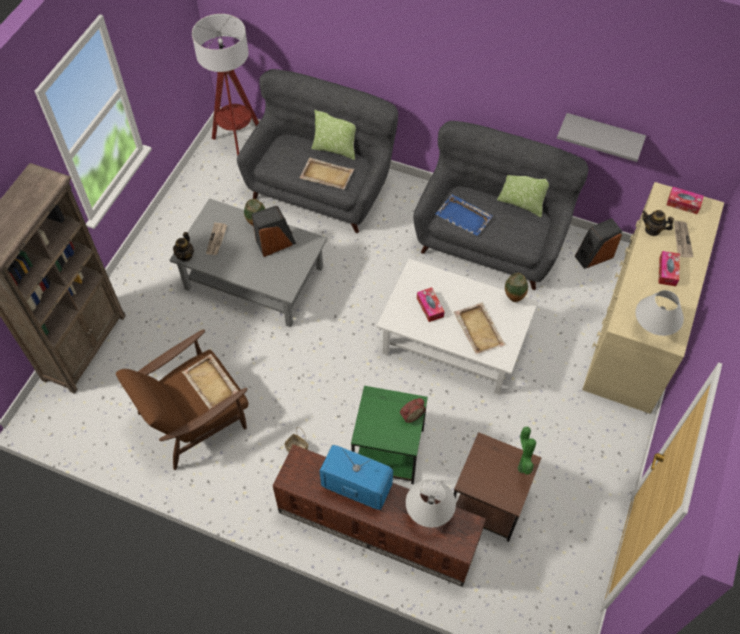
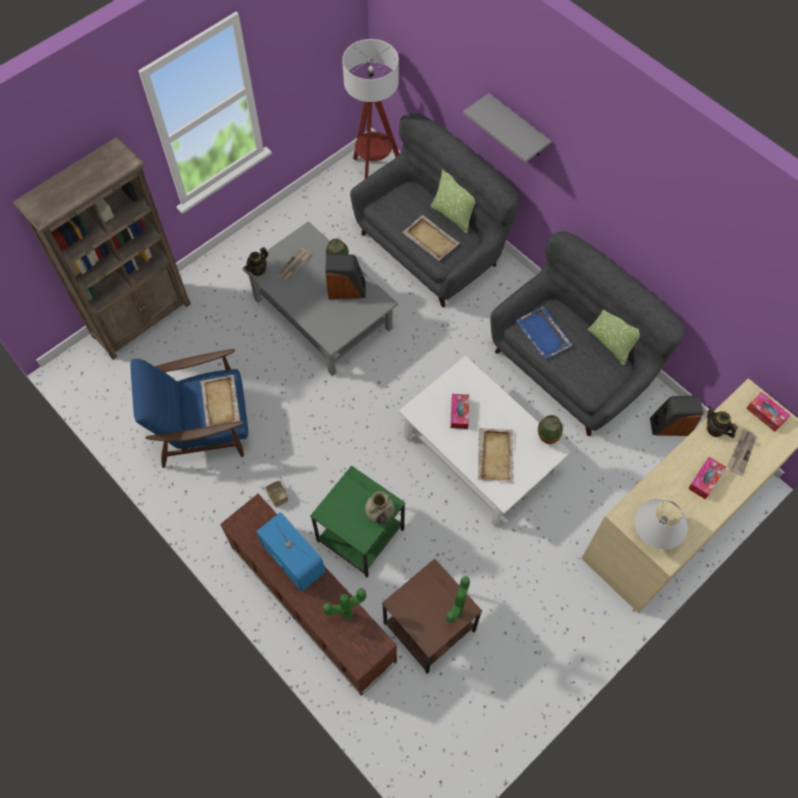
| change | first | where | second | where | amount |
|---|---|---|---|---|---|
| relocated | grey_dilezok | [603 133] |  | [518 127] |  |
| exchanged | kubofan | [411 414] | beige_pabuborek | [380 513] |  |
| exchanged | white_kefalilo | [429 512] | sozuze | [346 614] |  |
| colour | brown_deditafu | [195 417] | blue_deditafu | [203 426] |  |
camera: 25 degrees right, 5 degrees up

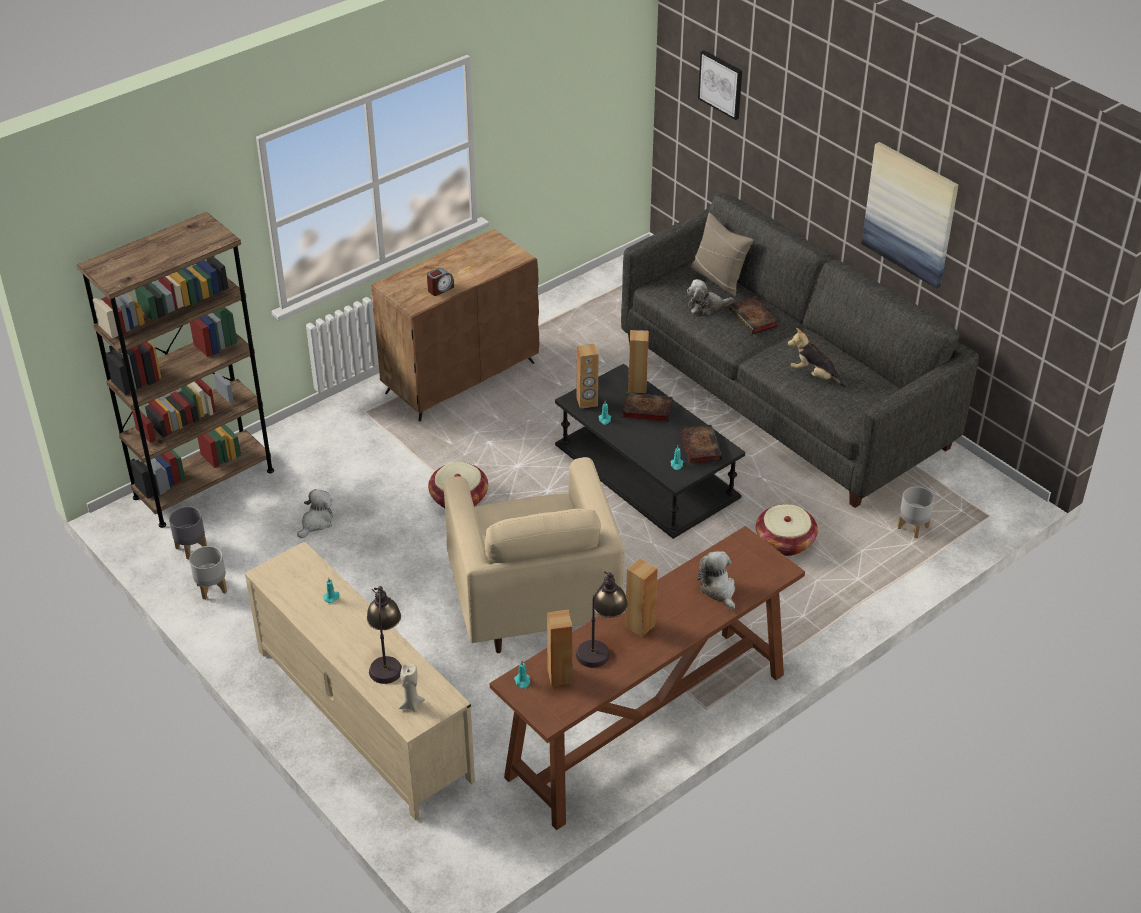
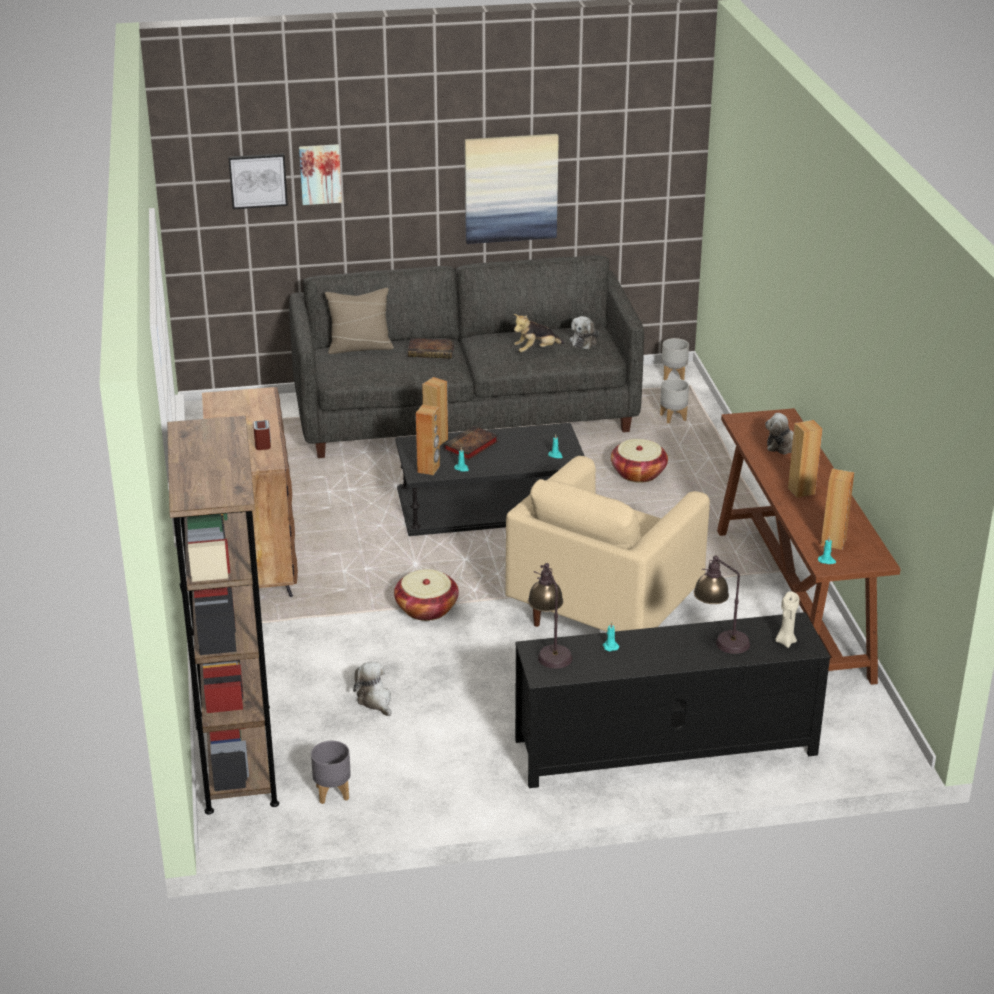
| change | first | where | second | where | amount |
|---|---|---|---|---|---|
| missing | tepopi | [699 446] |  |  |  |
| appeared |  |  | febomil | [320 173] |  |
| relocated | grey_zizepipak | [212 588] |  | [674 376] |  |
| relocated | kefalilo | [601 647] |  | [549 650] |  |
| relocated | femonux | [706 306] |  | [584 341] |  |
| colour | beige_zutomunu | [362 713] | black_zutomunu | [664 747] |  |
| spun | beige_deditafu | [533 604] |  | [604 612] | 105 degrees clockwise |
camera: 60 degrees left, 10 degrees down

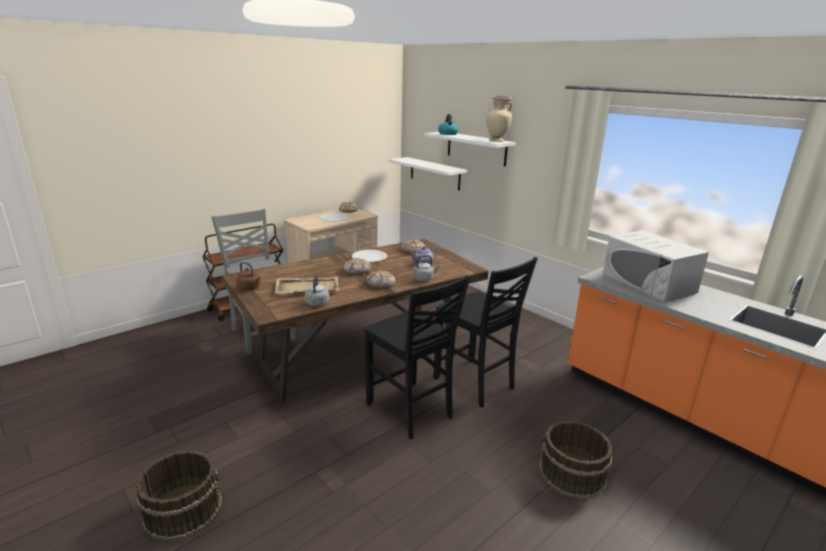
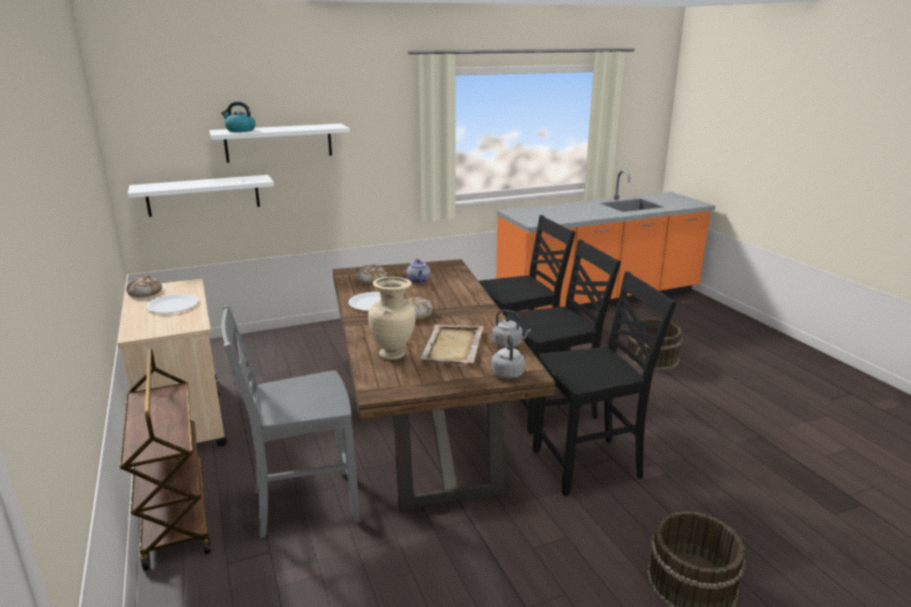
| change | first | where | second | where | amount |
|---|---|---|---|---|---|
| missing | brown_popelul | [250 288] |  |  |  |
| missing | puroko | [381 283] |  |  |  |
| missing | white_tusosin | [648 283] |  |  |  |
| appeared |  |  | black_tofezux | [589 465] |  |
| relocated | grey_popelul | [424 279] |  | [507 373] |  |
| relocated | beige_pabuborek | [496 141] |  | [393 355] |  |
camera: 70 degrees left, 0 degrees up

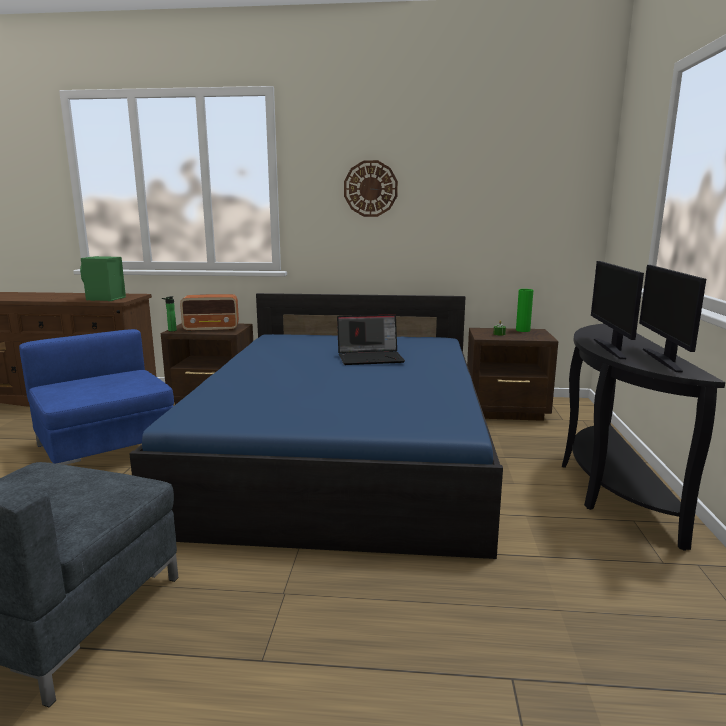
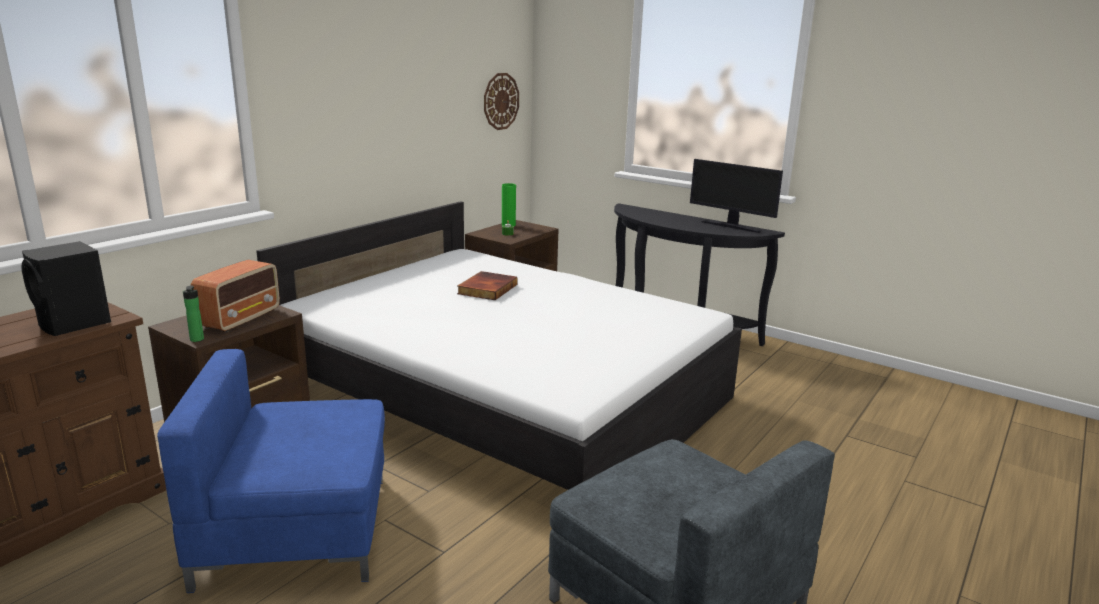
| change | first | where | second | where | amount |
|---|---|---|---|---|---|
| missing | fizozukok | [611 349] |  |  |  |
| relocated | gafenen | [370 188] |  | [501 101] |  |
| exchanged | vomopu | [371 358] | tepopi | [486 289] |  |
| colour | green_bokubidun | [105 299] | black_bokubidun | [74 324] |  |
| colour | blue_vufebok | [342 451] | white_vufebok | [504 394] |  |
camera: 60 degrees left, 5 degrees up

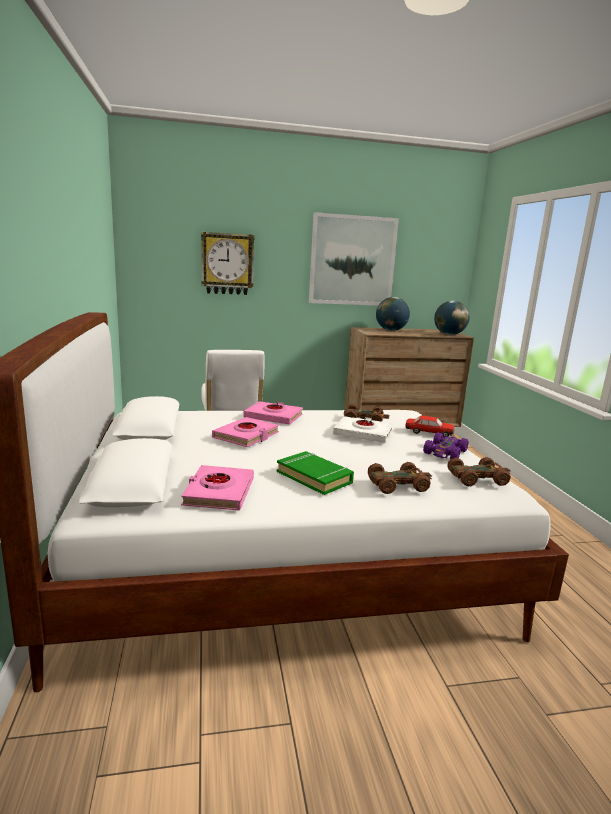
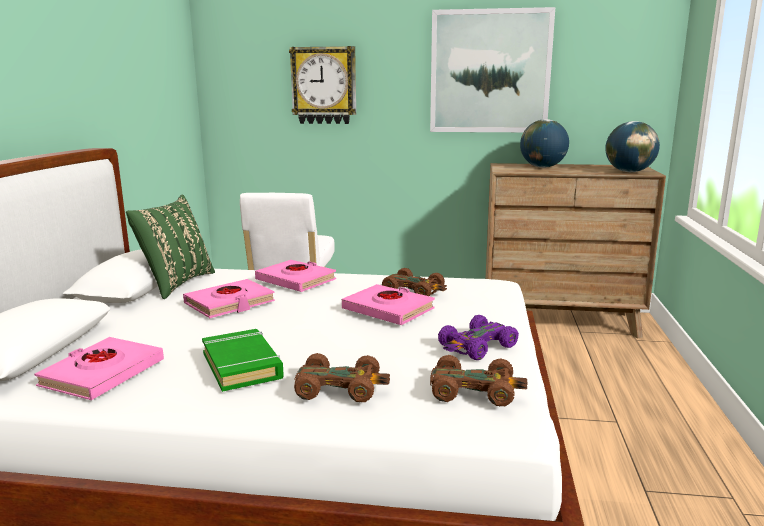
| change | first | where | second | where | amount |
|---|---|---|---|---|---|
| missing | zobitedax | [428 433] |  |  |  |
| appeared |  |  | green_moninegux | [176 284] |  |
| colour | white_tepopi | [363 433] | pink_tepopi | [388 310] |  |
camera: 20 degrees right, 0 degrees up

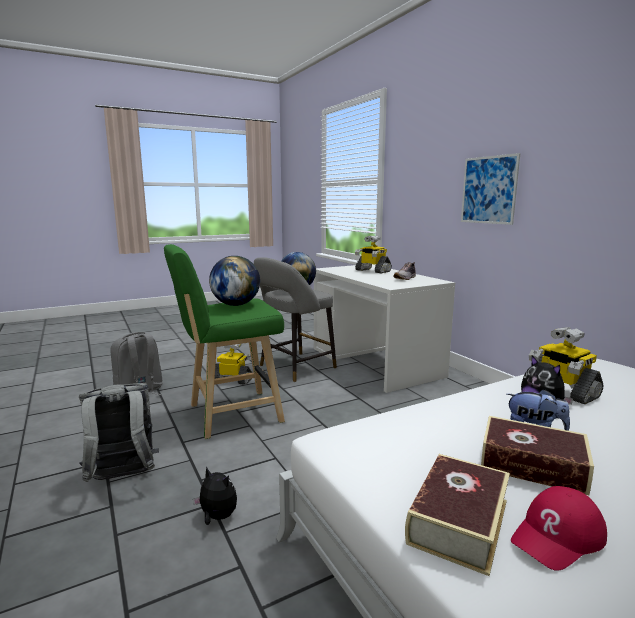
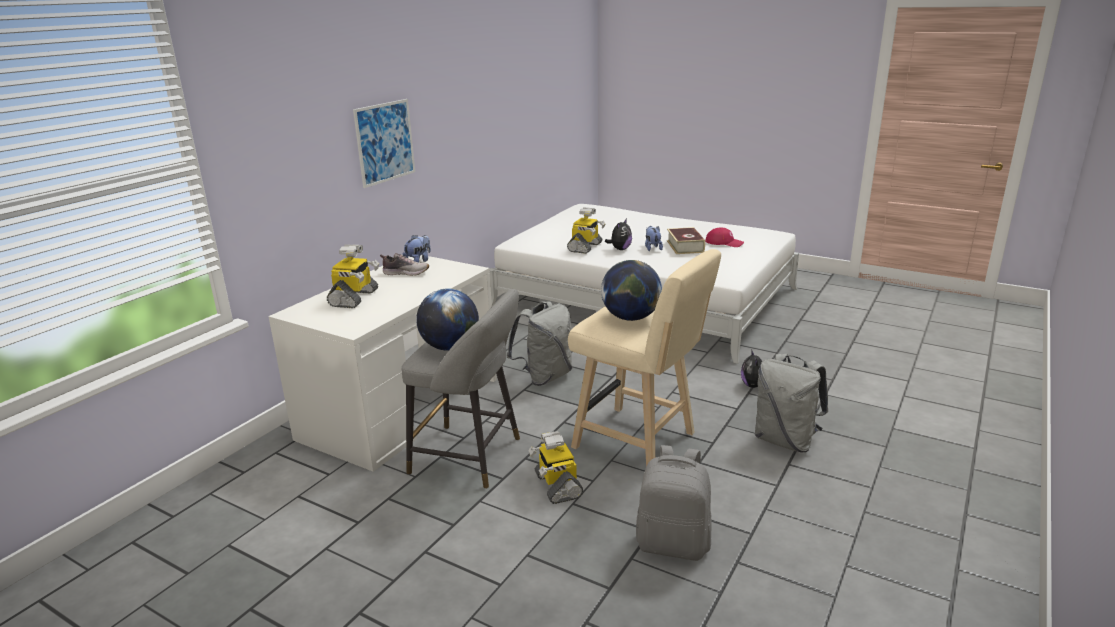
| change | first | where | second | where | amount |
|---|---|---|---|---|---|
| missing | tepopi | [458 521] |  |  |  |
| appeared |  |  | femonux | [418 261] |  |
| appeared |  |  | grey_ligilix | [544 376] |  |
| colour | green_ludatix | [229 415] | beige_ludatix | [640 443] |  |
camera: 120 degrees left, 10 degrees up

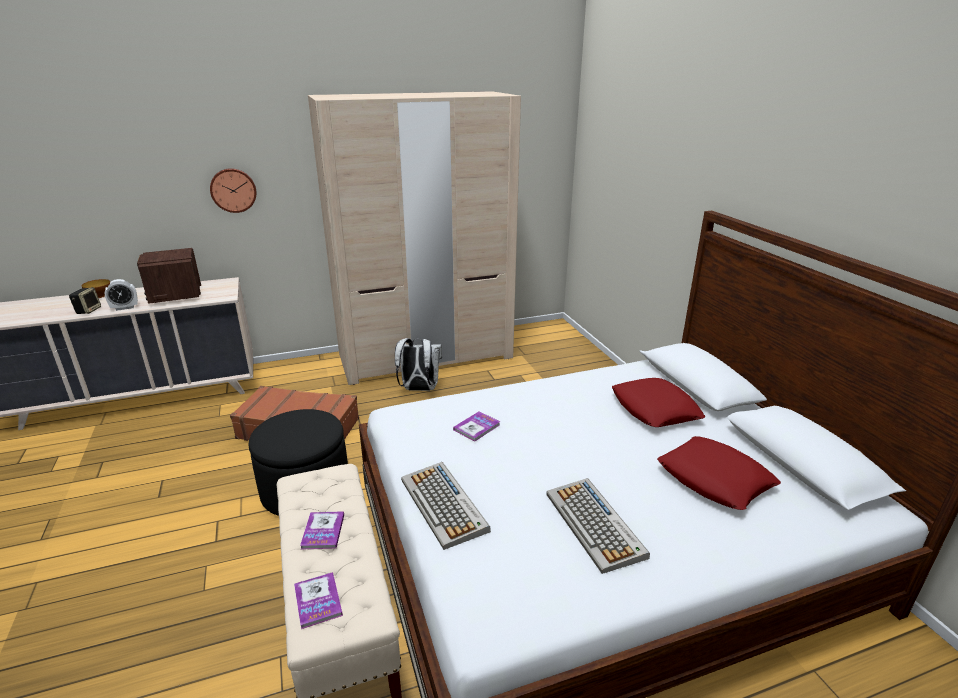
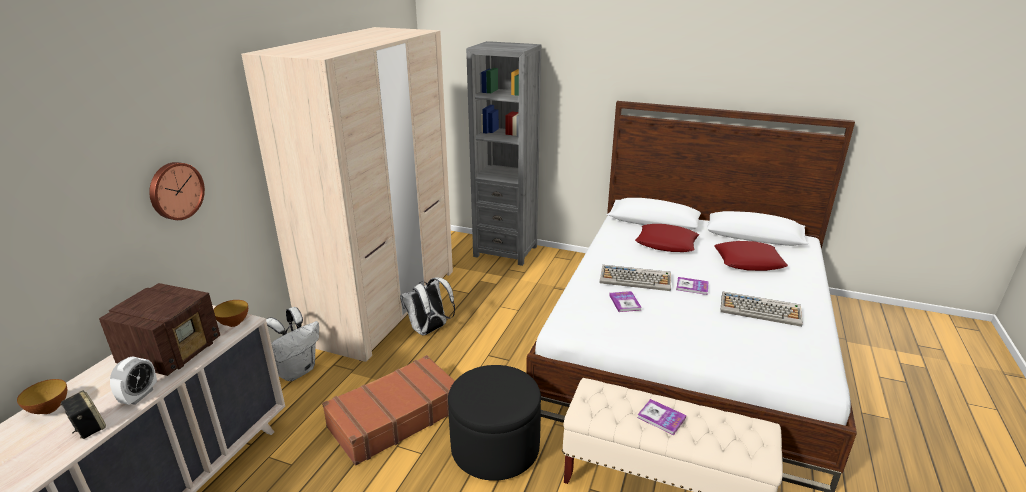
| change | first | where | second | where | amount |
|---|---|---|---|---|---|
| appeared |  |  | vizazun | [234 323] |  |
| appeared |  |  | white_ligilix | [296 371] |  |
| appeared |  |  | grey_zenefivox | [505 251] |  |
| relocated | tepopi | [318 601] |  | [692 287] |  |
| relocated | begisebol | [444 505] |  | [636 279] |  |
| spun | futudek | [175 296] |  | [172 352] | 90 degrees counterclockwise |
camera: 50 degrees left, 0 degrees up

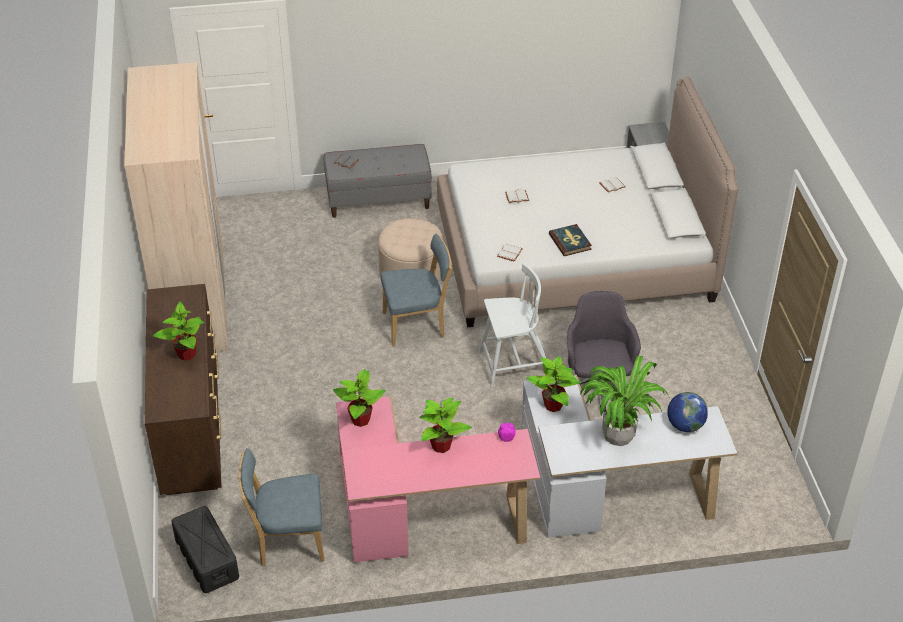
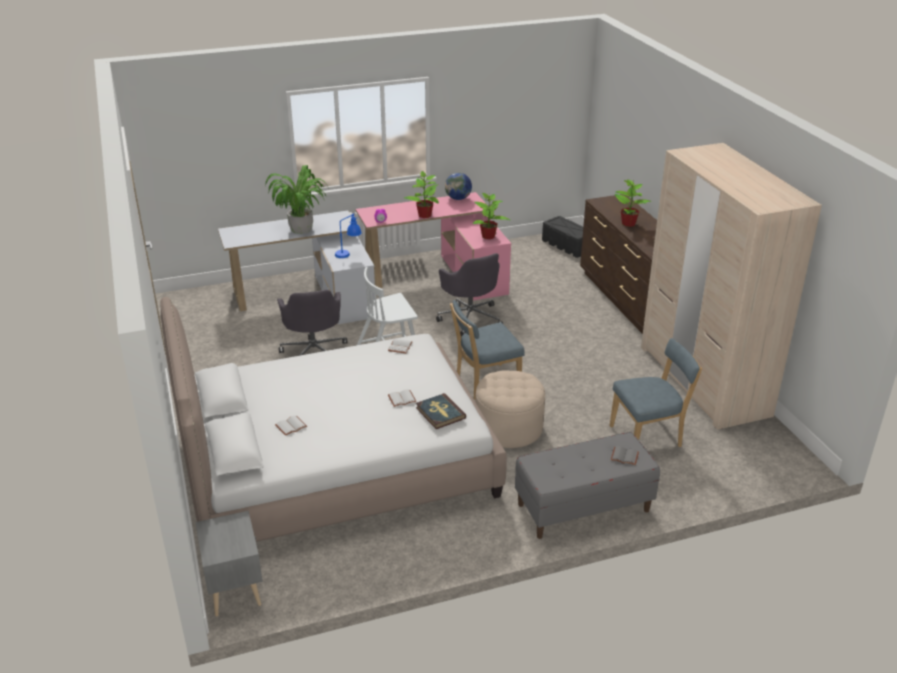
| change | first | where | second | where | amount |
|---|---|---|---|---|---|
| appeared |  |  | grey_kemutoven | [470 318] |  |
| relocated | blue_tofezux | [287 541] |  | [648 436] |  |
| relocated | tepopi | [570 242] |  | [440 413] |  |
| relocated | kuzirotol | [685 425] |  | [458 198] |  |
| exchanged | sozuze | [554 405] | blue_kefalilo | [349 254] |  |
camera: 170 degrees right, 10 degrees down

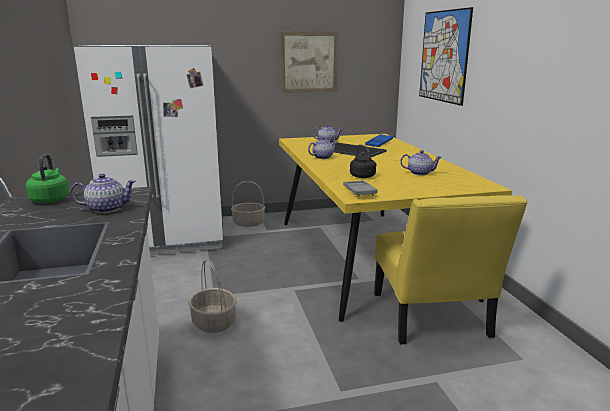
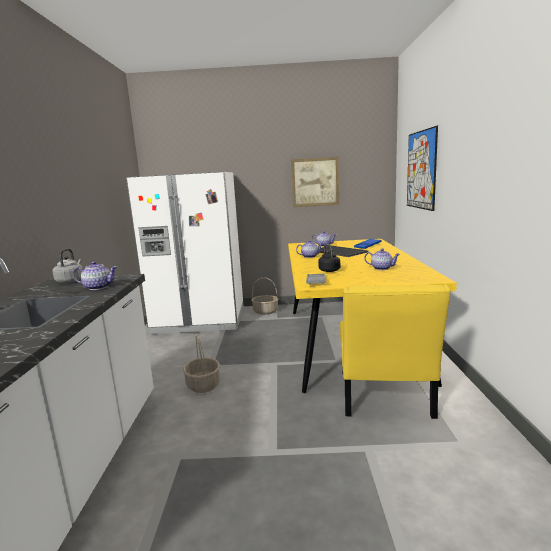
| change | first | where | second | where | amount |
|---|---|---|---|---|---|
| colour | green_popelul | [51 199] | grey_popelul | [71 281] |  |
camera: 15 degrees right, 5 degrees down

